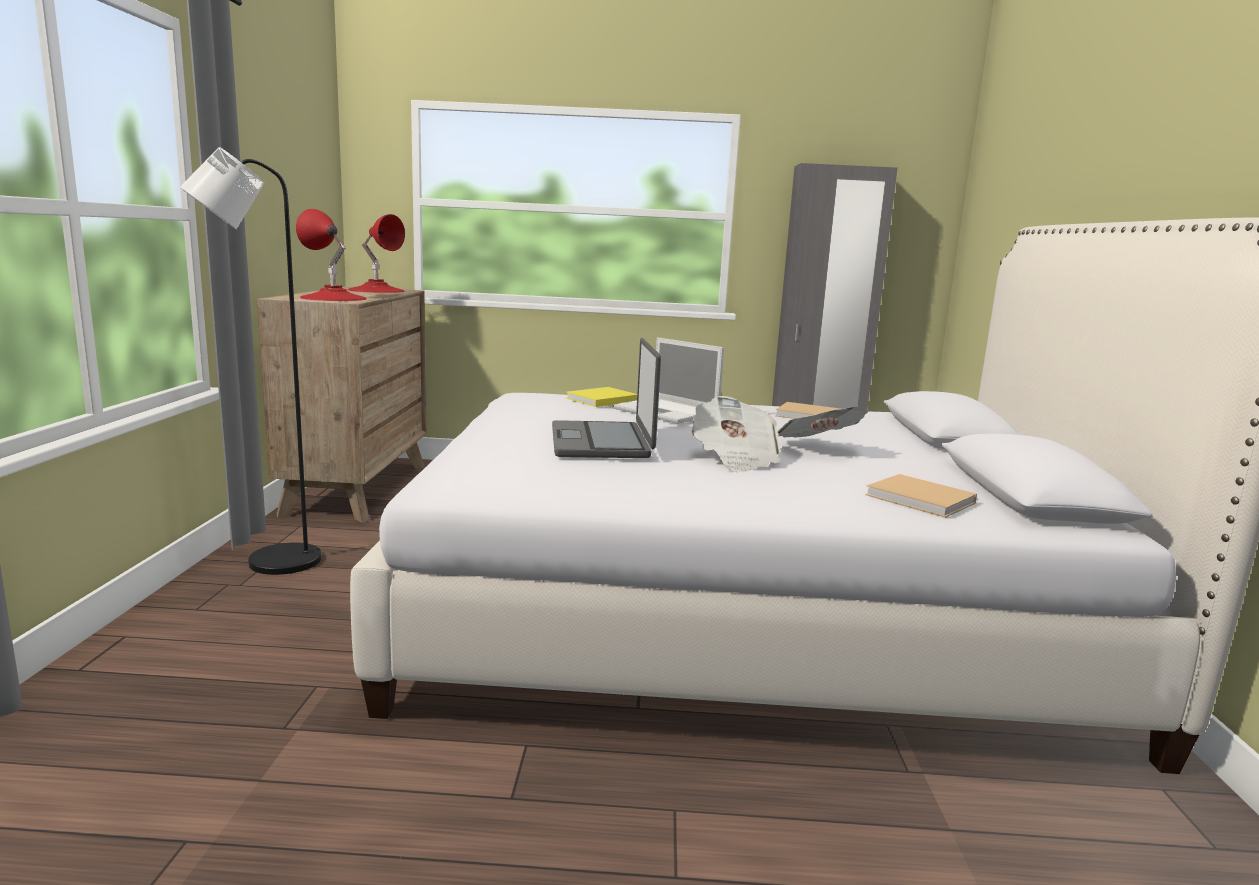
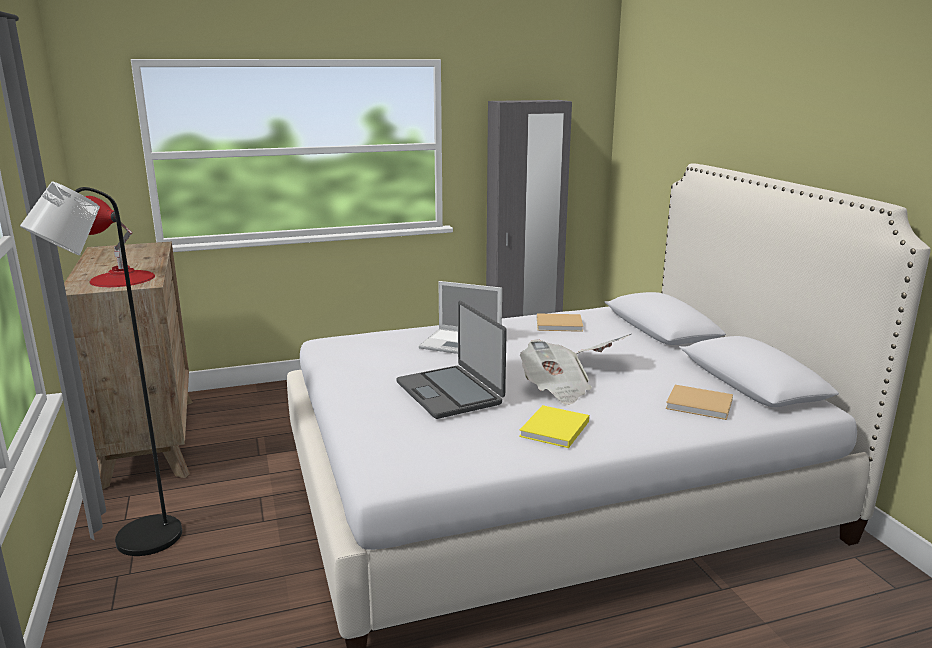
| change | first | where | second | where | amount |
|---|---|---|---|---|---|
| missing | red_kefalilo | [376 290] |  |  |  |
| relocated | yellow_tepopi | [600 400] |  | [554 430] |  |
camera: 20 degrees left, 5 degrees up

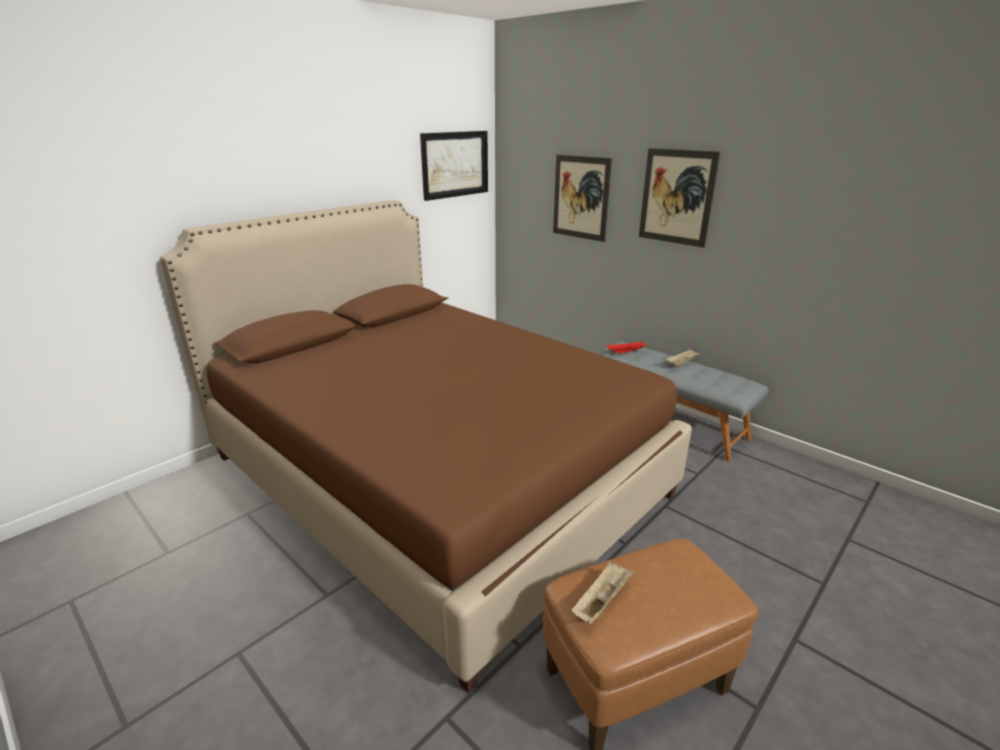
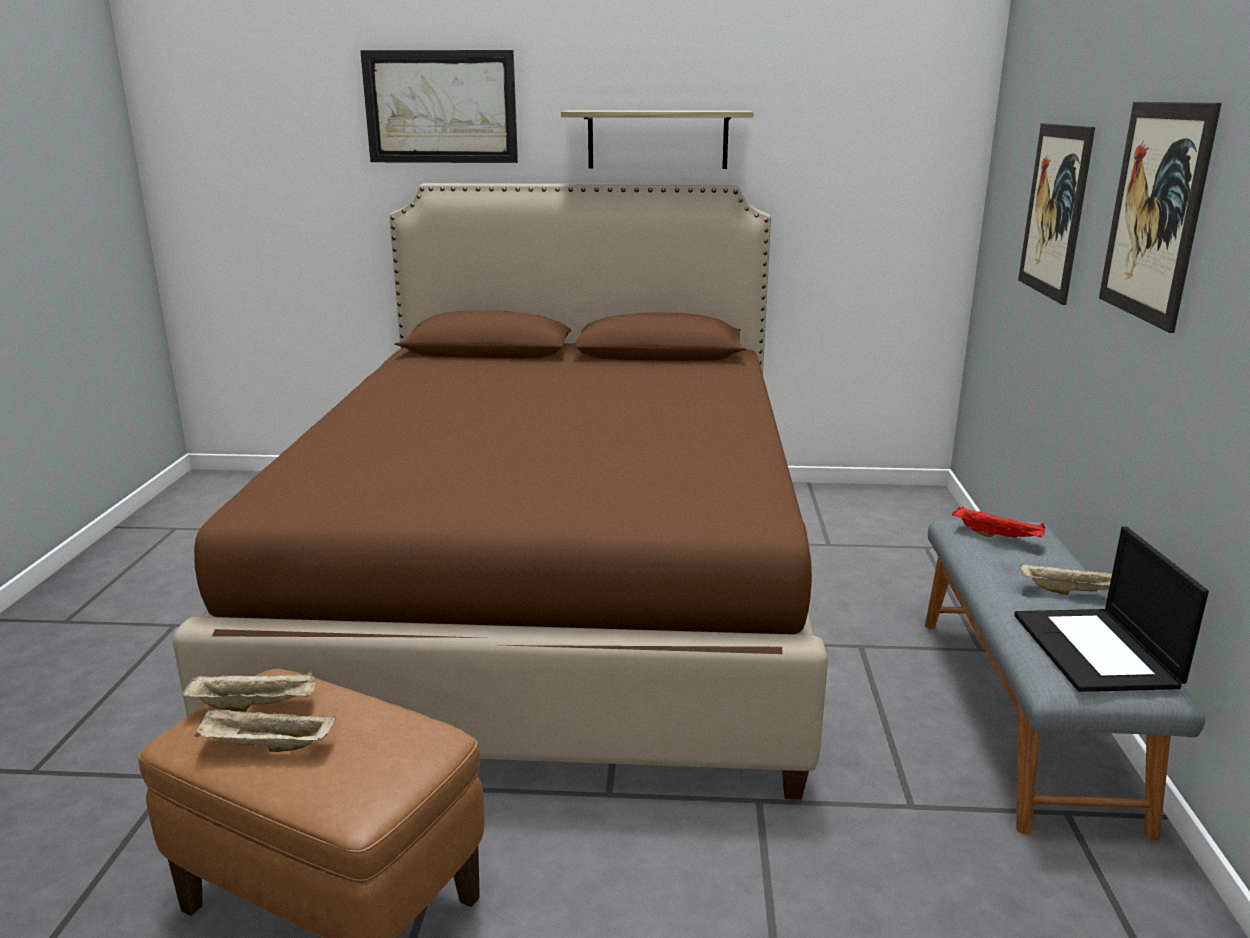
| change | first | where | second | where | amount |
|---|---|---|---|---|---|
| appeared |  |  | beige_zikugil | [265 747] |  |
| appeared |  |  | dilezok | [657 139] |  |
| appeared |  |  | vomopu | [1097 651] |  |
| relocated | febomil | [455 164] |  | [441 107] |  |
camera: 50 degrees right, 5 degrees down

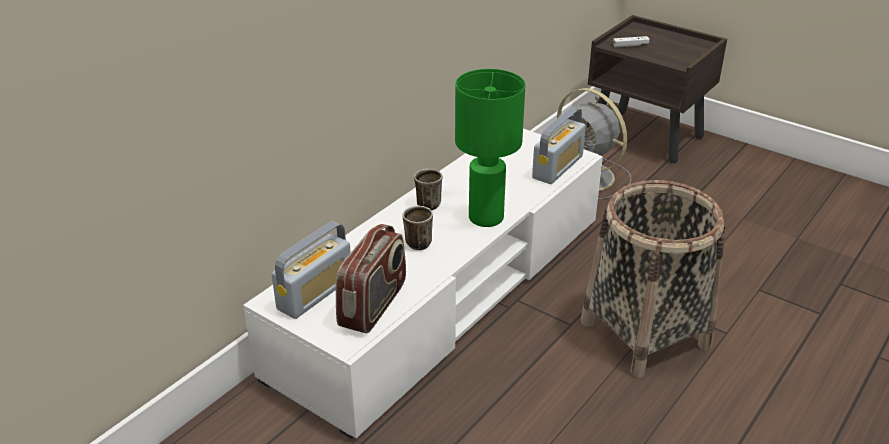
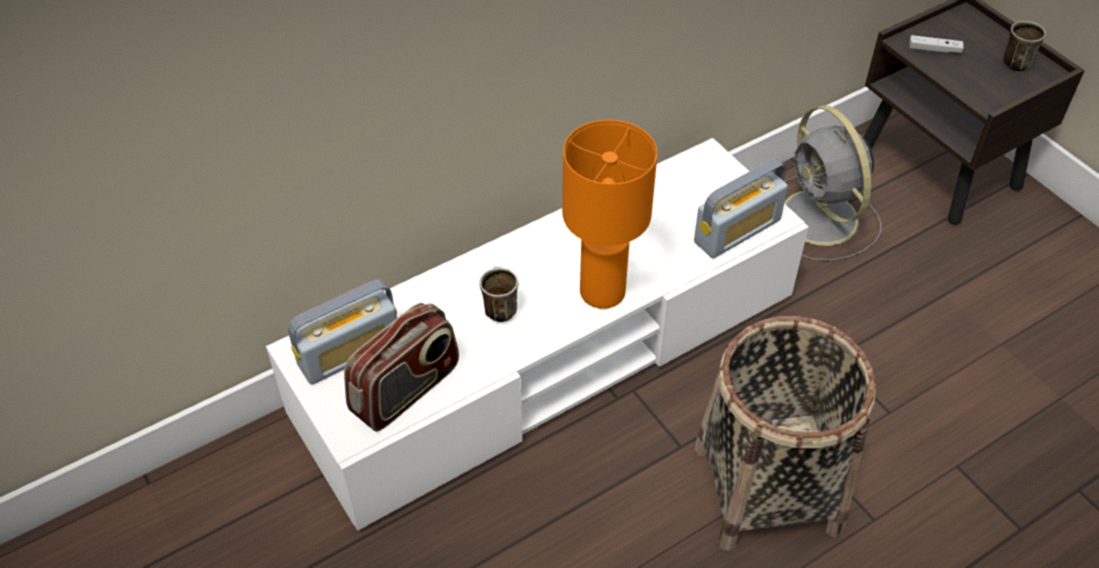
| change | first | where | second | where | amount |
|---|---|---|---|---|---|
| relocated | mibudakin | [427 203] |  | [1015 60] |  |
| colour | green_kefalilo | [485 218] | orange_kefalilo | [601 292] |  |
camera: 20 degrees right, 15 degrees up

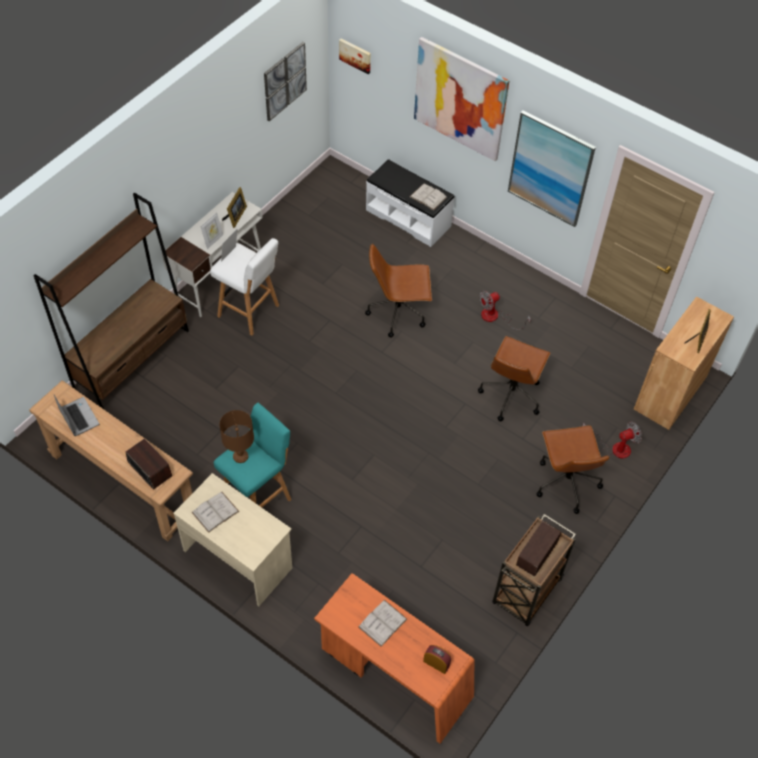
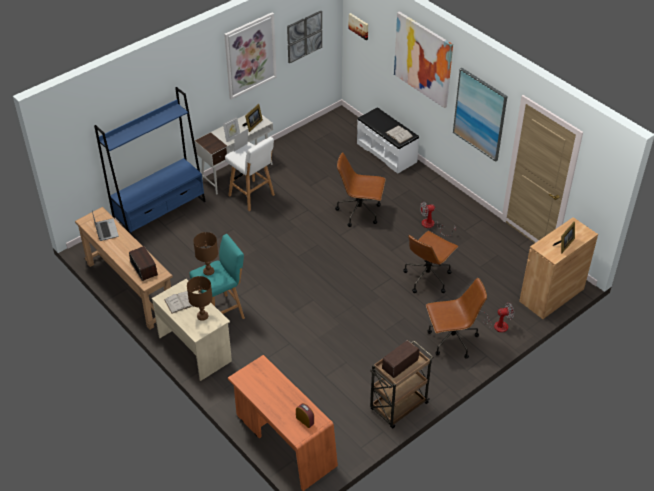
| change | first | where | second | where | amount |
|---|---|---|---|---|---|
| missing | white_tepopi | [382 623] |  |  |  |
| appeared |  |  | brown_kefalilo | [202 316] |  |
| appeared |  |  | febomil | [250 55] |  |
| colour | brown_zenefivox | [132 360] | blue_zenefivox | [160 214] |  |
| spun | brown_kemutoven | [566 482] |  | [451 340] | 105 degrees counterclockwise |
camera: 15 degrees right, 10 degrees down

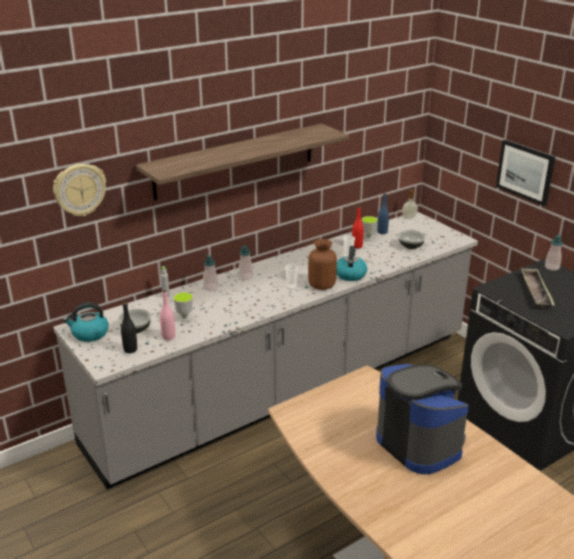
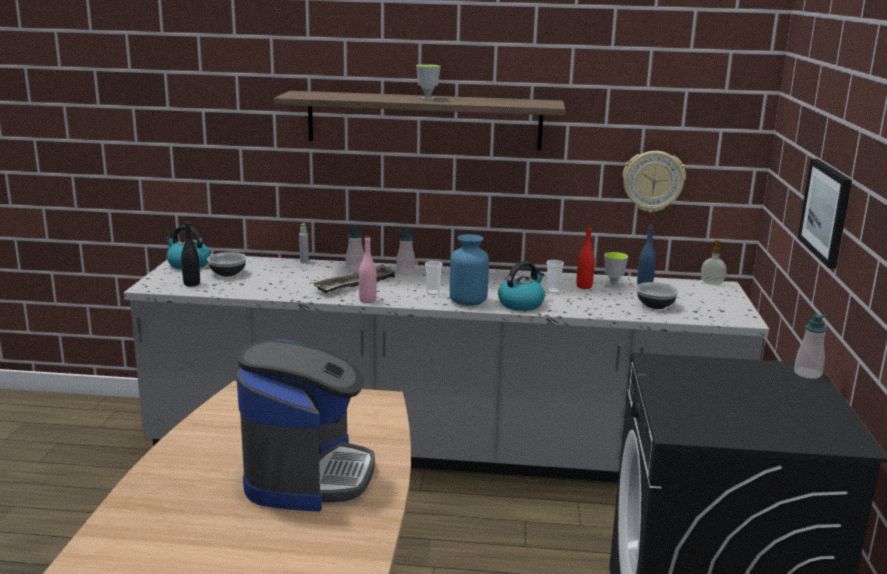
| change | first | where | second | where | amount |
|---|---|---|---|---|---|
| relocated | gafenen | [79 190] |  | [653 181] |  |
| relocated | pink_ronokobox | [168 337] |  | [367 300] |  |
| relocated | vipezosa | [184 319] |  | [427 98] |  |
| relocated | zikugil | [536 291] |  | [356 284] |  |
| colour | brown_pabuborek | [321 285] | blue_pabuborek | [468 302] |  |
camera: 40 degrees right, 10 degrees down

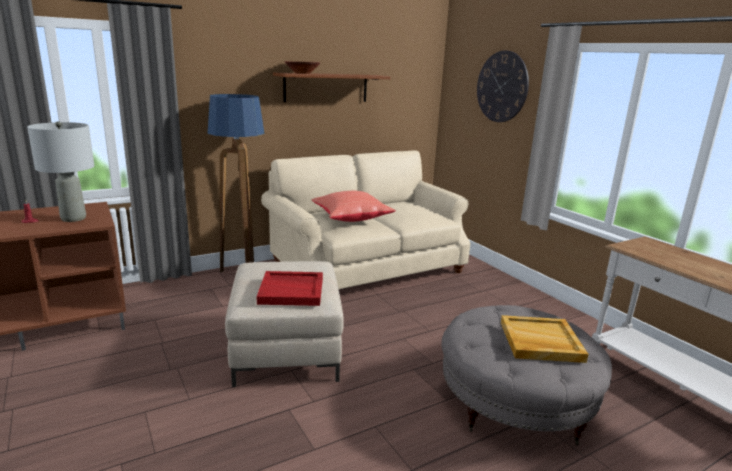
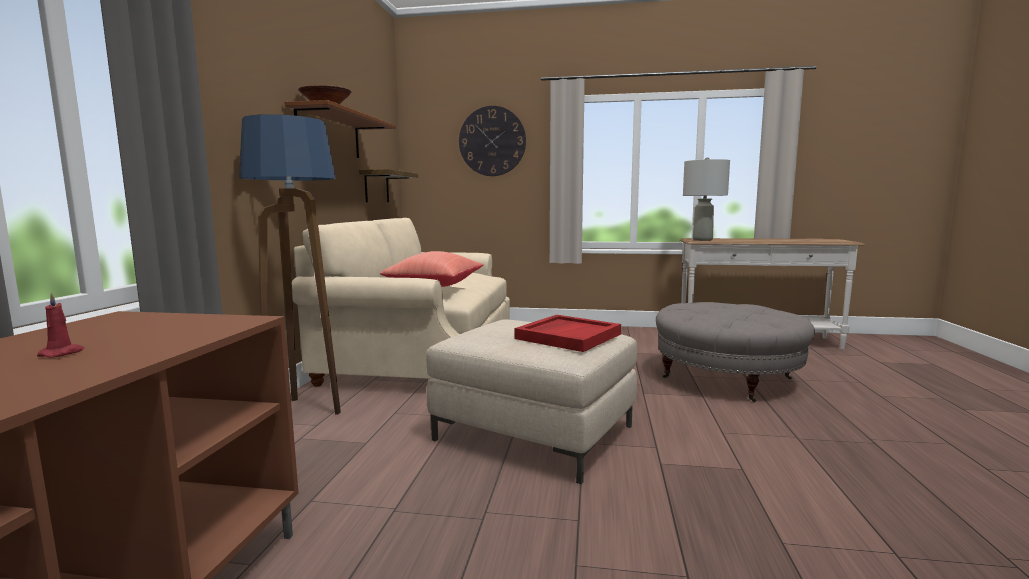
| change | first | where | second | where | amount |
|---|---|---|---|---|---|
| missing | beige_zikugil | [540 342] |  |  |  |
| appeared |  |  | dilezok | [376 187] |  |
| relocated | grey_kefalilo | [73 218] |  | [703 240] |  |
camera: 50 degrees left, 10 degrees down

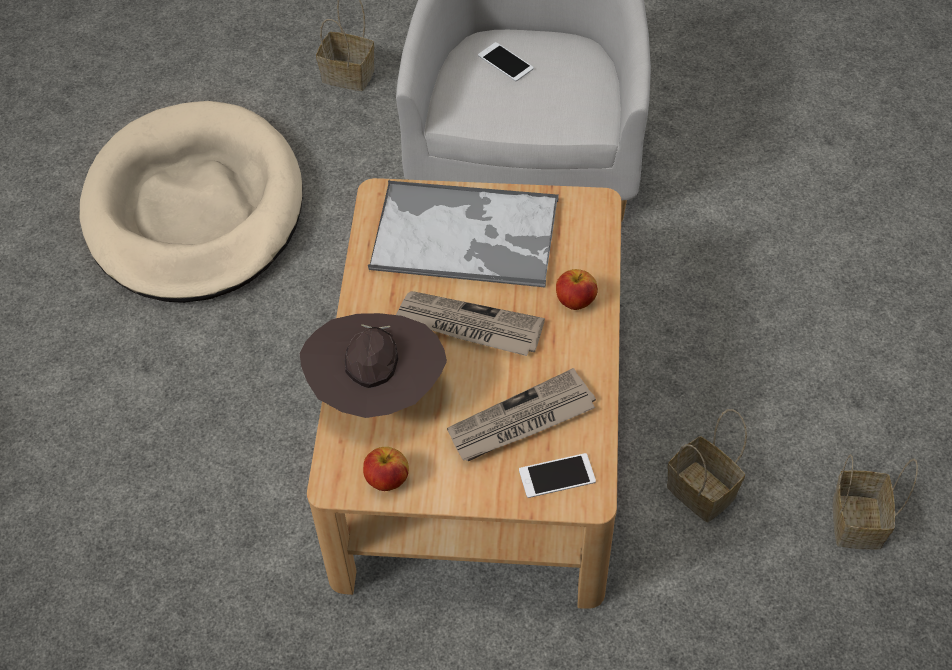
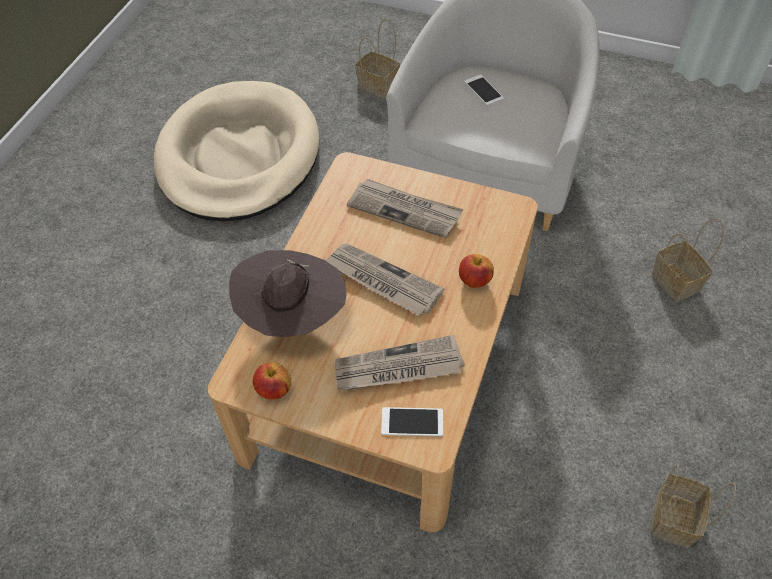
| change | first | where | second | where | amount |
|---|---|---|---|---|---|
| relocated | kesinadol | [703 492] |  | [677 282] |  |
| exchanged | zikugil | [466 235] | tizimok | [405 210] |  |
camera: 15 degrees right, 0 degrees up

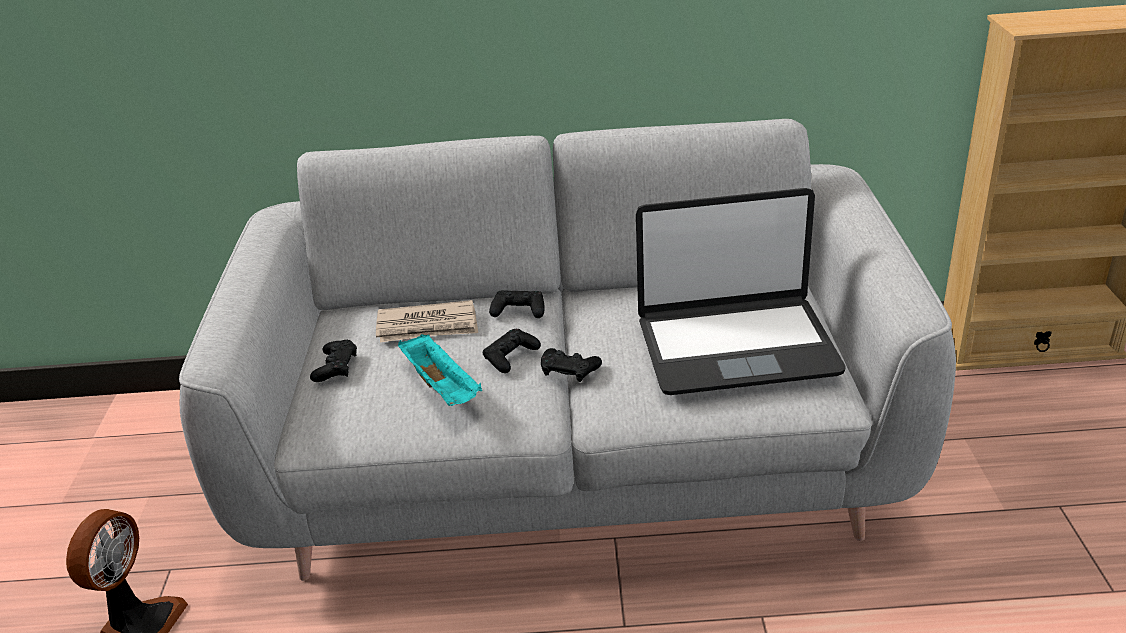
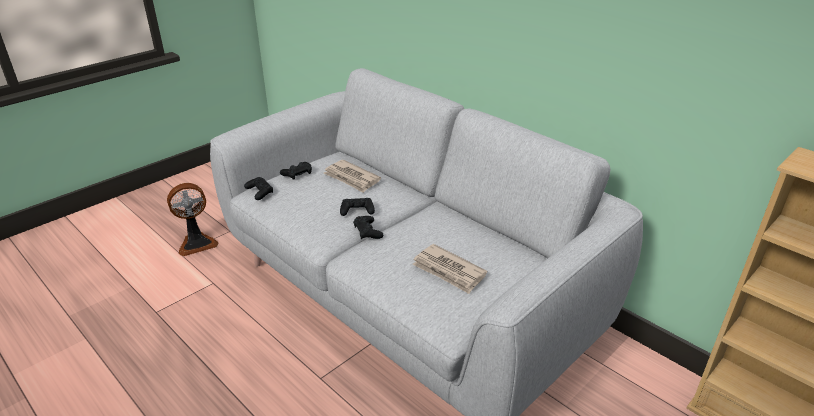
| change | first | where | second | where | amount |
|---|---|---|---|---|---|
| missing | turquoise_zikugil | [442 387] |  |  |  |
| relocated | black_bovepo | [519 310] |  | [259 192] |  |
| exchanged | vomopu | [736 346] | tizimok | [449 271] |  |
camera: 45 degrees right, 0 degrees up

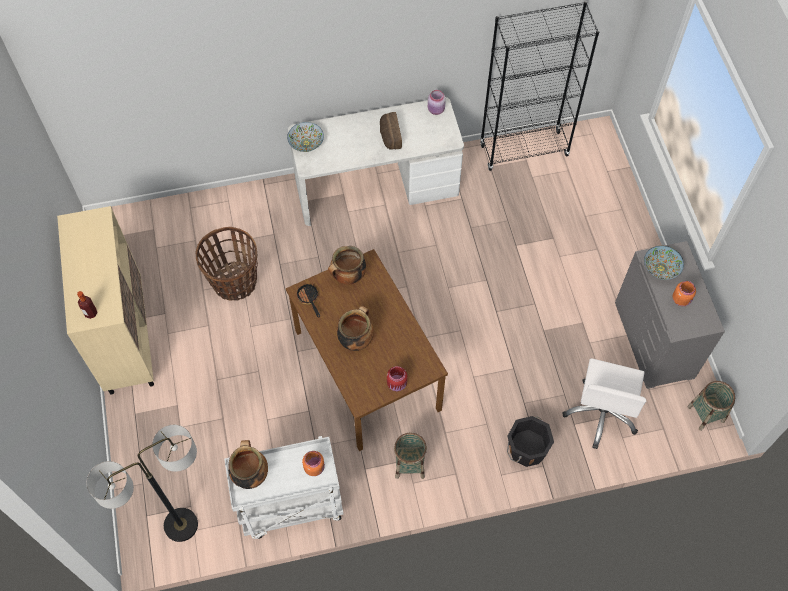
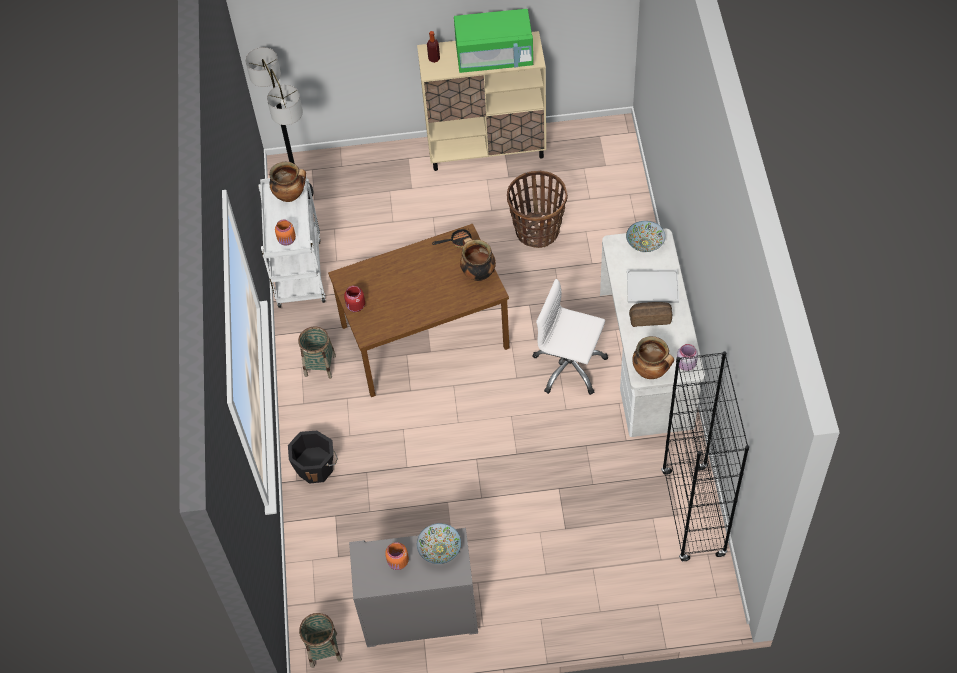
| change | first | where | second | where | amount |
|---|---|---|---|---|---|
| appeared |  |  | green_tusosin | [494 57] |  |
| appeared |  |  | white_zikugil | [653 286] |  |
| relocated | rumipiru | [356 340] |  | [651 371] |  |
| relocated | white_kemutoven | [601 413] |  | [569 367] |  |
camera: 100 degrees right, 5 degrees down

